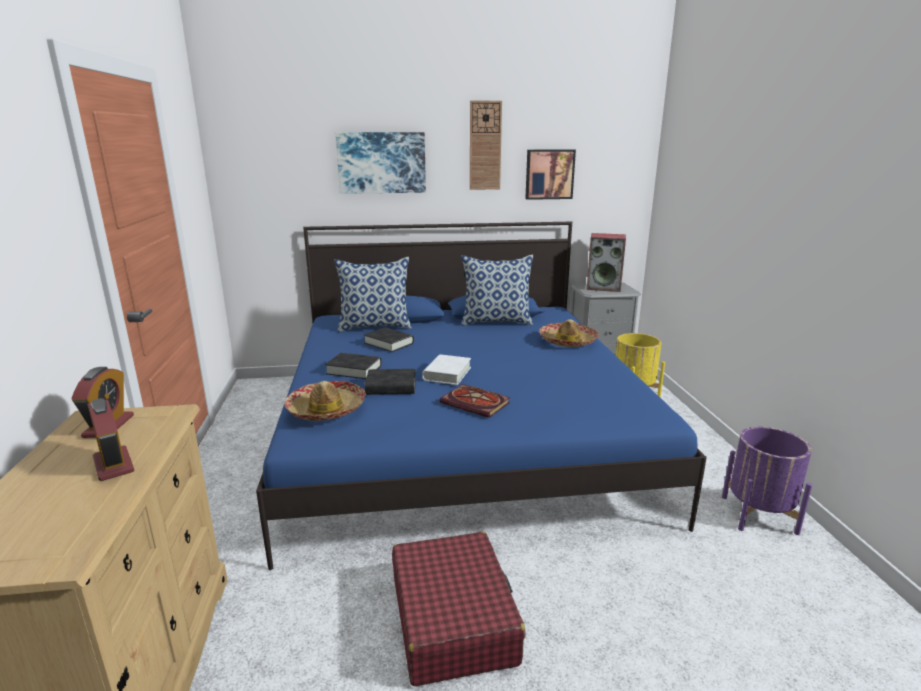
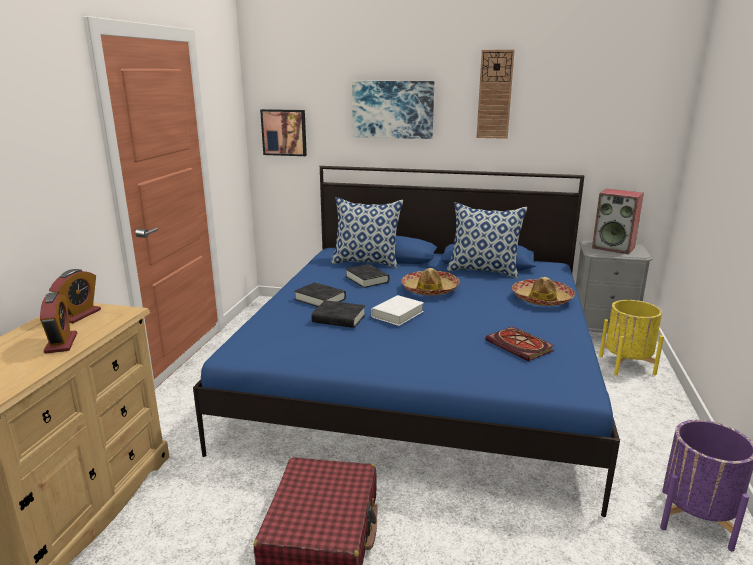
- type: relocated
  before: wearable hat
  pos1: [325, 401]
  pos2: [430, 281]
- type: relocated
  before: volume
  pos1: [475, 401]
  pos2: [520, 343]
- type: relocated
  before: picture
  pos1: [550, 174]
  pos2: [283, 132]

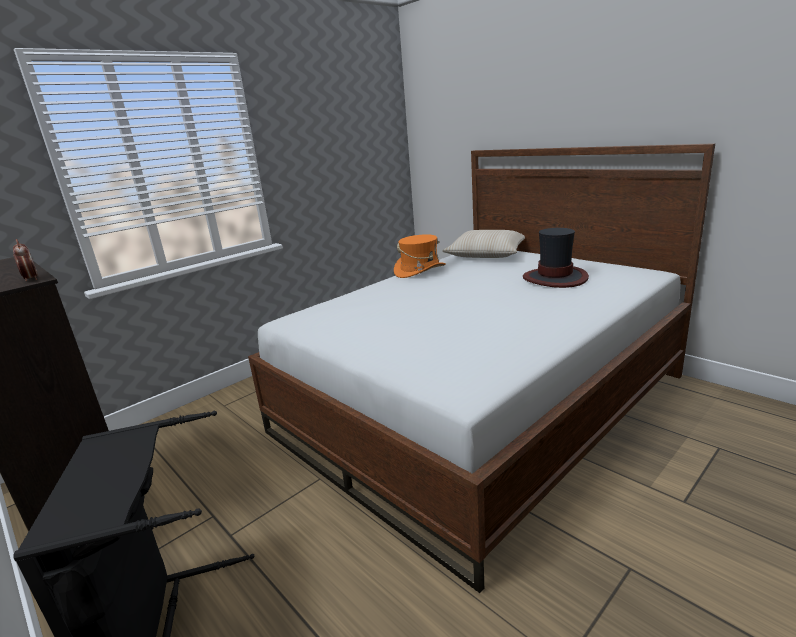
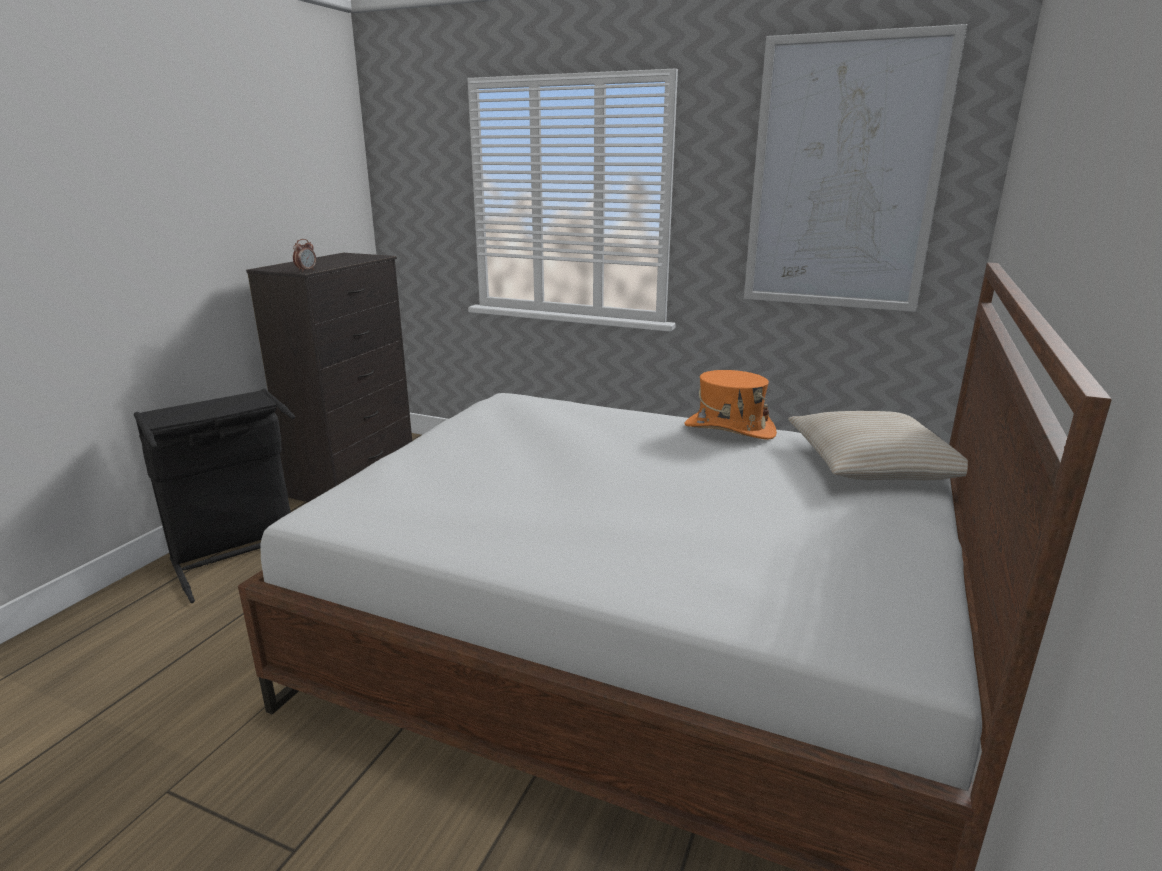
- type: missing
  before: wearable hat
  pos1: [556, 258]
- type: appeared
  after: picture
  pos2: [855, 168]

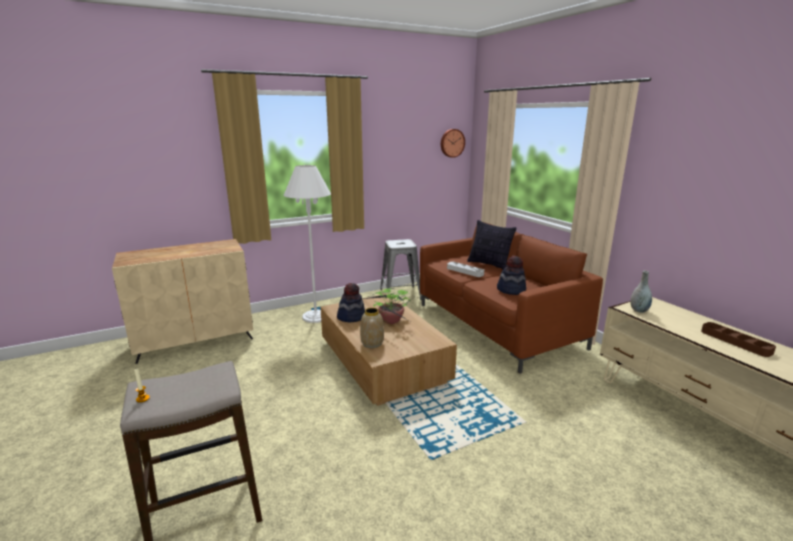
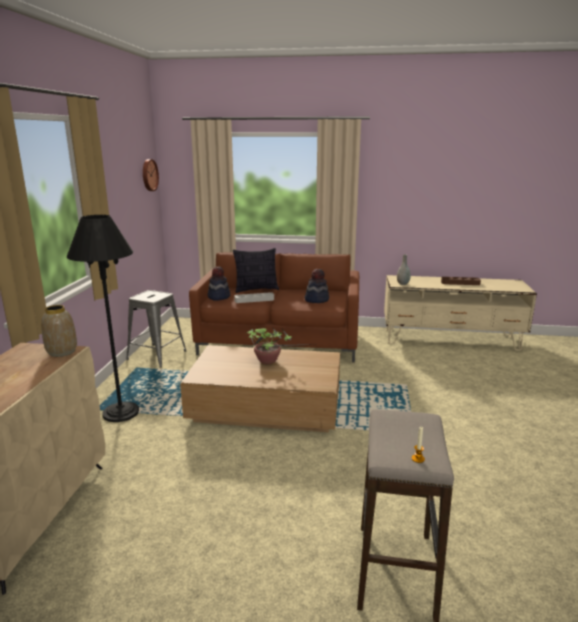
- type: relocated
  before: wearable hat
  pos1: [351, 302]
  pos2: [219, 283]
- type: relocated
  before: vase
  pos1: [372, 328]
  pos2: [59, 331]
- type: colour
  before: white standard lamp
  after: black-coloured standard lamp
  pos1: [307, 244]
  pos2: [103, 318]

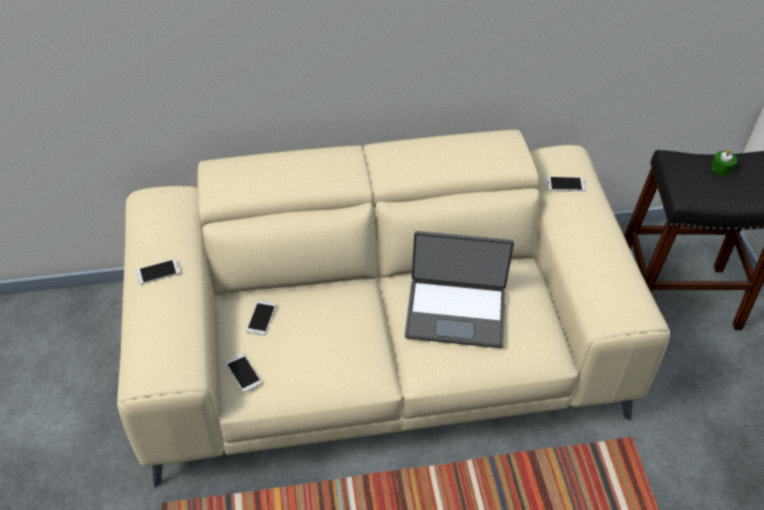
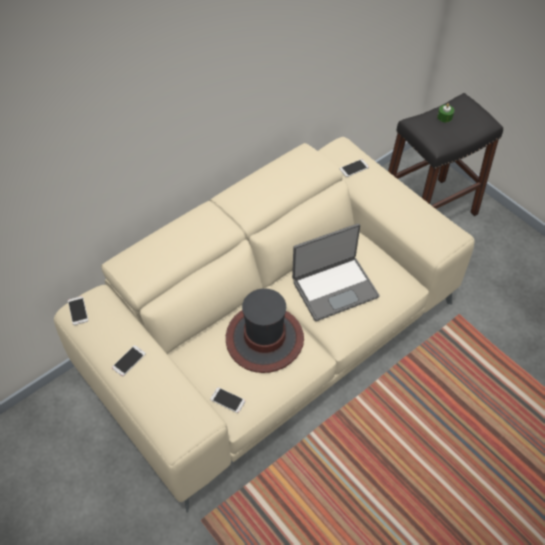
- type: appeared
  after: wearable hat
  pos2: [265, 330]
- type: relocated
  before: telephone
  pos1: [261, 317]
  pos2: [78, 310]

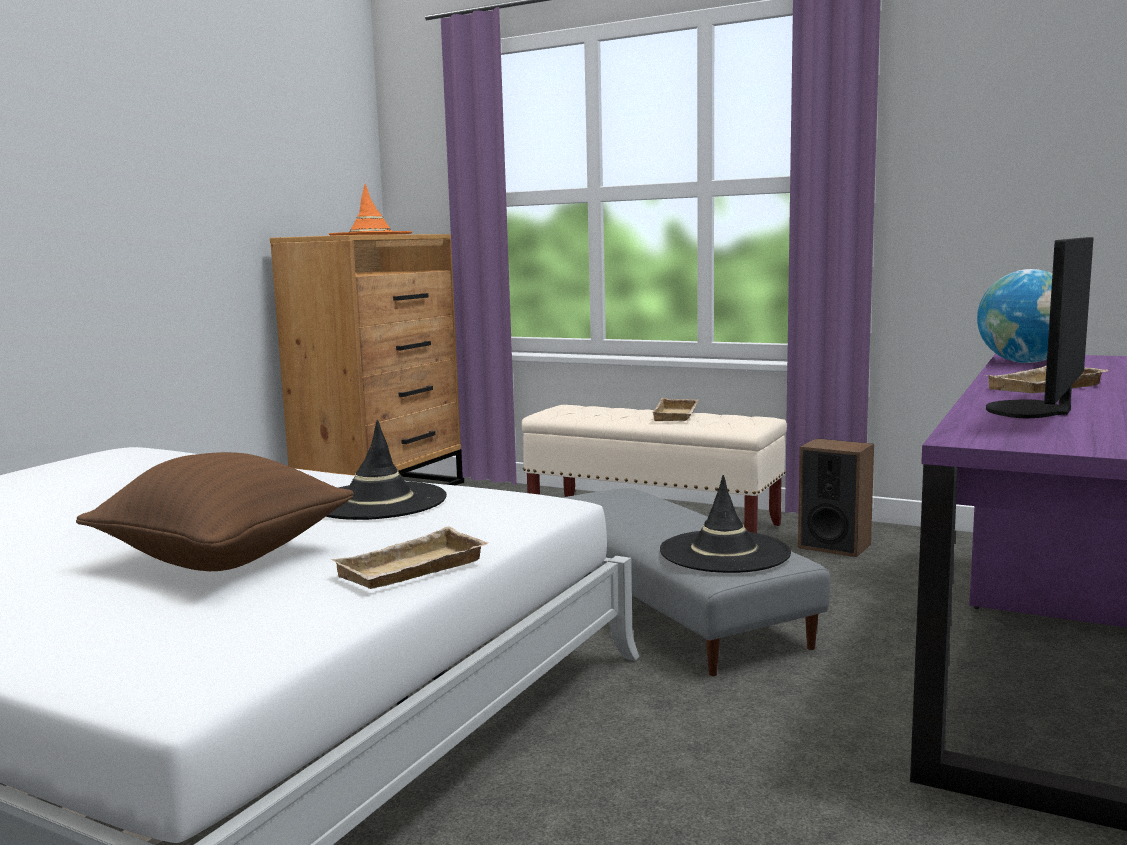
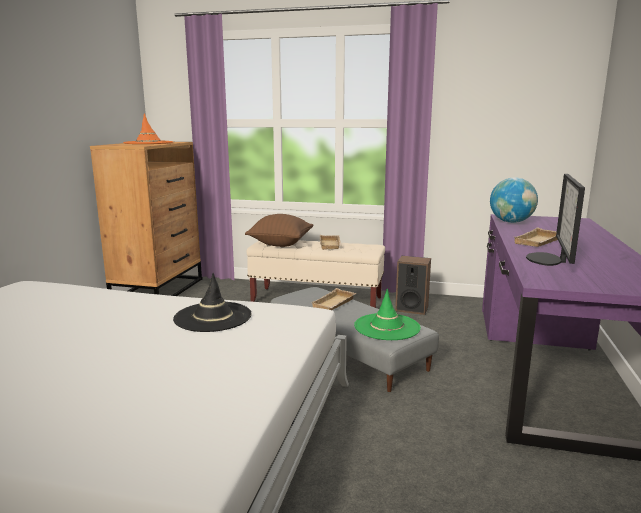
- type: relocated
  before: brown throw pillow
  pos1: [215, 511]
  pos2: [279, 230]
- type: relocated
  before: sand-coloured tray
  pos1: [409, 557]
  pos2: [334, 299]
- type: colour
  before: black-coloured wearable hat
  after: green wearable hat
  pos1: [725, 524]
  pos2: [387, 314]

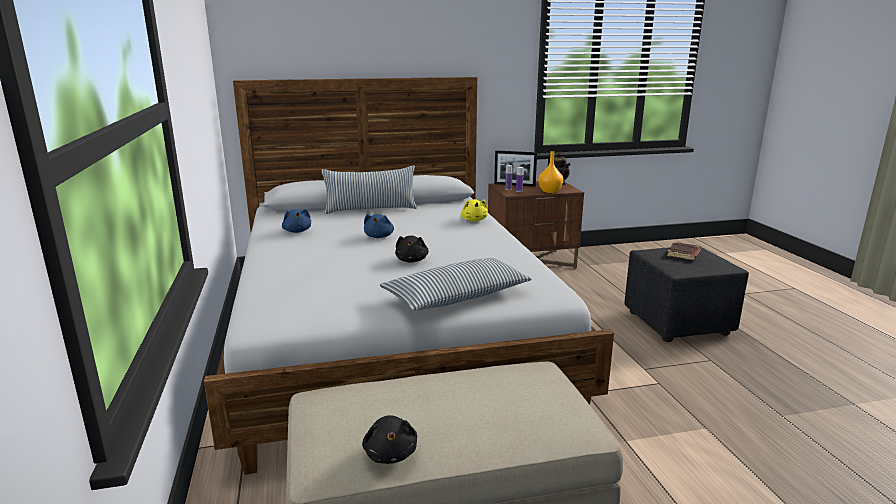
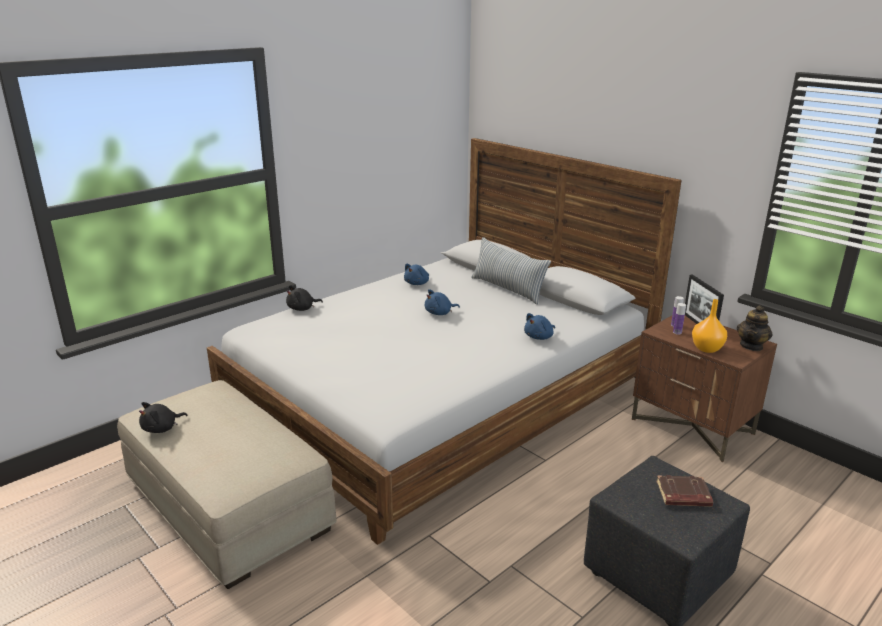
- type: missing
  before: throw pillow
  pos1: [456, 284]
- type: relocated
  before: black-coloured cuddly toy
  pos1: [412, 249]
  pos2: [304, 298]
- type: colour
  before: yellowish cuddly toy
  after: bluish cuddly toy
  pos1: [474, 210]
  pos2: [539, 326]

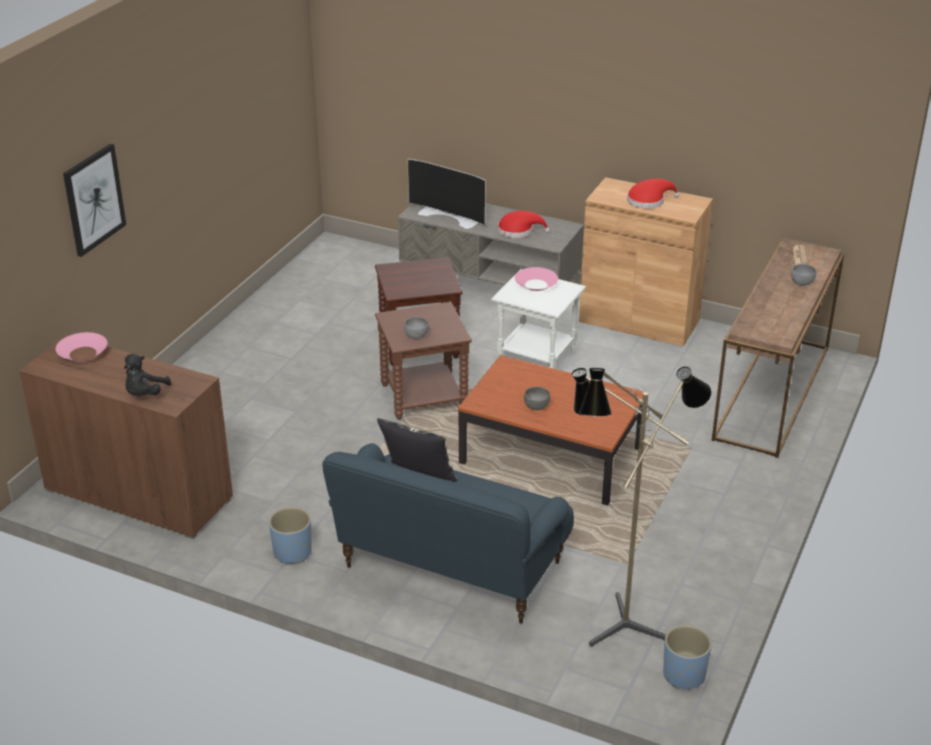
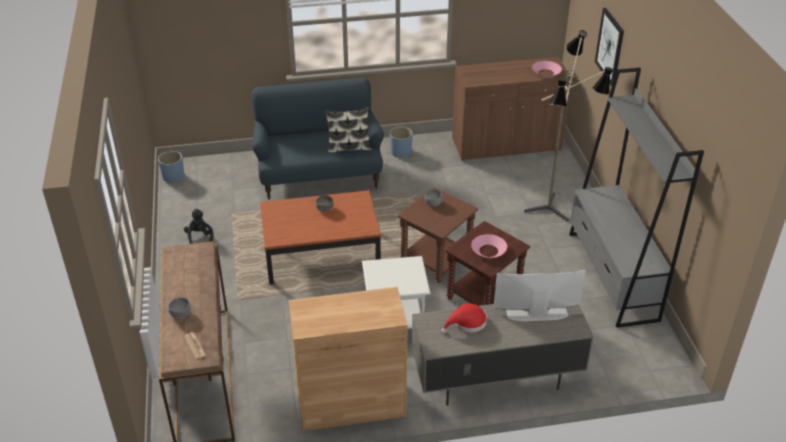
- type: missing
  before: red-coloured wearable hat
  pos1: [653, 194]
- type: appeared
  after: grey bookshelf
  pos2: [636, 197]
- type: relocated
  before: black-coloured cuddly toy
  pos1: [147, 375]
  pos2: [199, 226]
- type: relocated
  before: pinkish deep dish
  pos1: [536, 279]
  pos2: [489, 246]
- type: relocated
  before: standard lamp
  pos1: [642, 507]
  pos2: [568, 126]

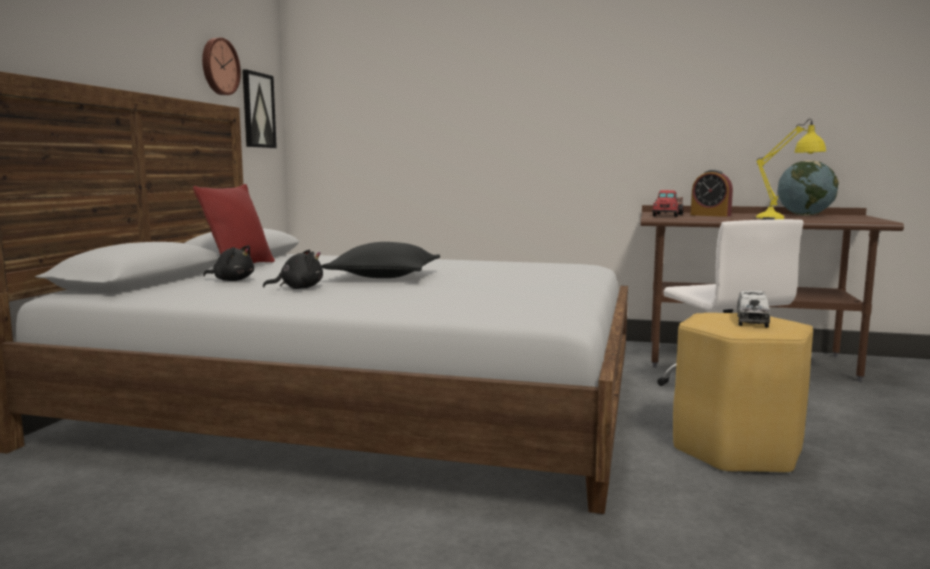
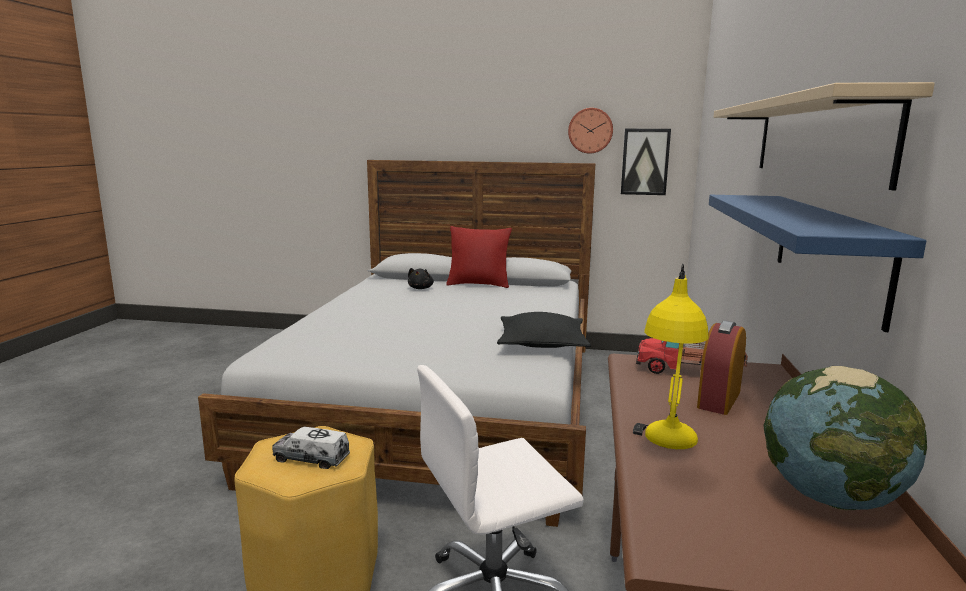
- type: missing
  before: black-coloured cuddly toy
  pos1: [293, 269]
- type: appeared
  after: bluish bracket shelf
  pos2: [817, 263]
- type: appeared
  after: sand-coloured bracket shelf
  pos2: [824, 136]
- type: relocated
  before: black-coloured throw pillow
  pos1: [380, 260]
  pos2: [544, 330]

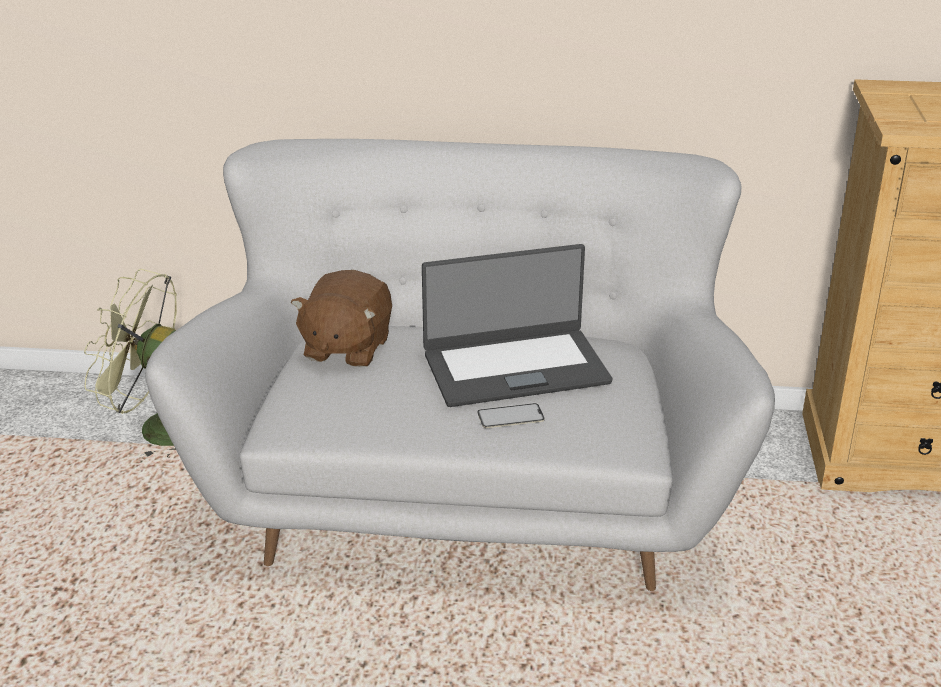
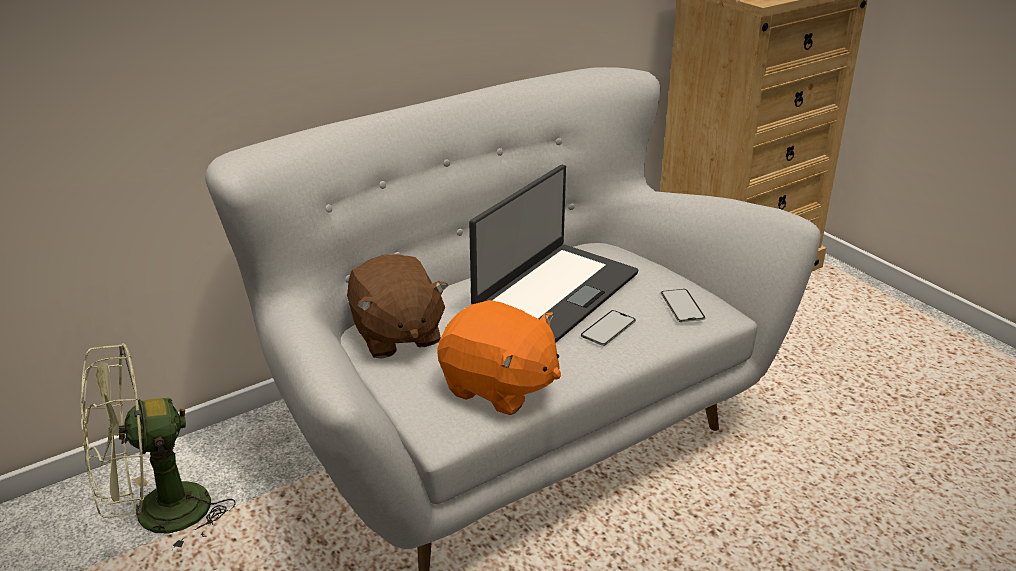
- type: appeared
  after: orange cuddly toy
  pos2: [499, 357]
- type: appeared
  after: telephone
  pos2: [683, 305]

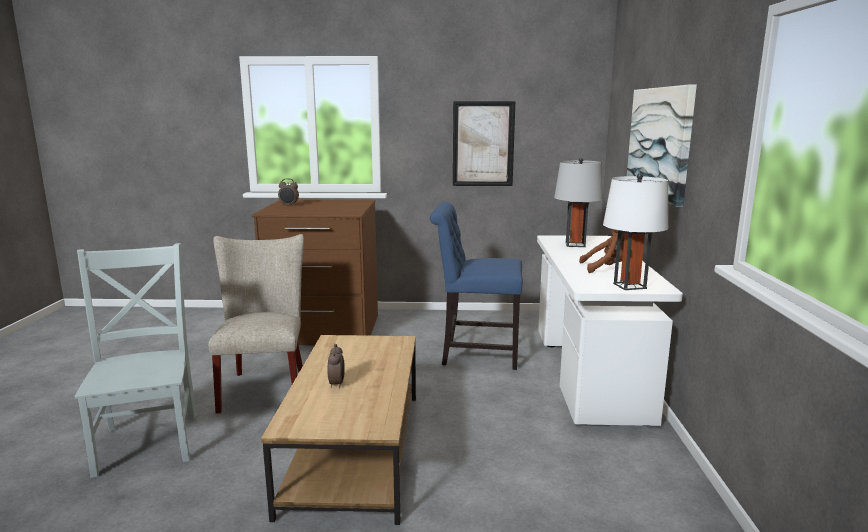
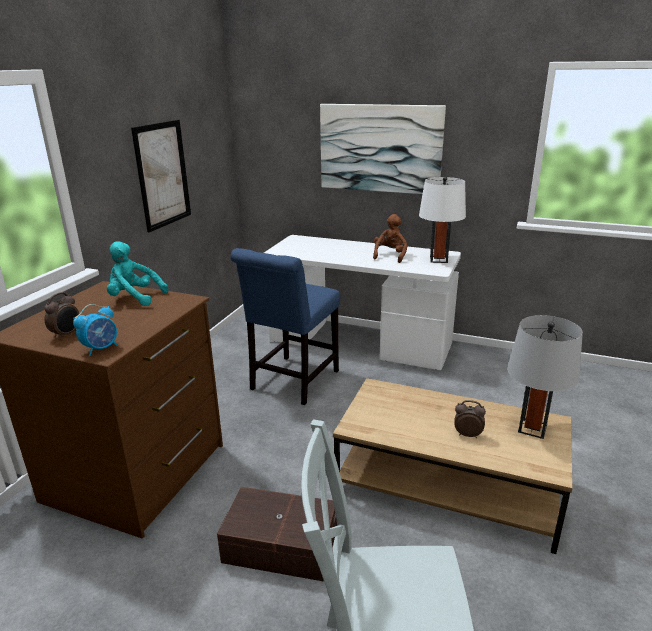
- type: appeared
  after: table clock
  pos2: [95, 330]
- type: appeared
  after: turquoise cuddly toy
  pos2: [137, 273]
- type: relocated
  before: grey lamp for a table
  pos1: [578, 202]
  pos2: [545, 377]
- type: exchanged
  before: sand-coloured chair
  after: brown storage box
  pos1: [256, 323]
  pos2: [277, 534]

